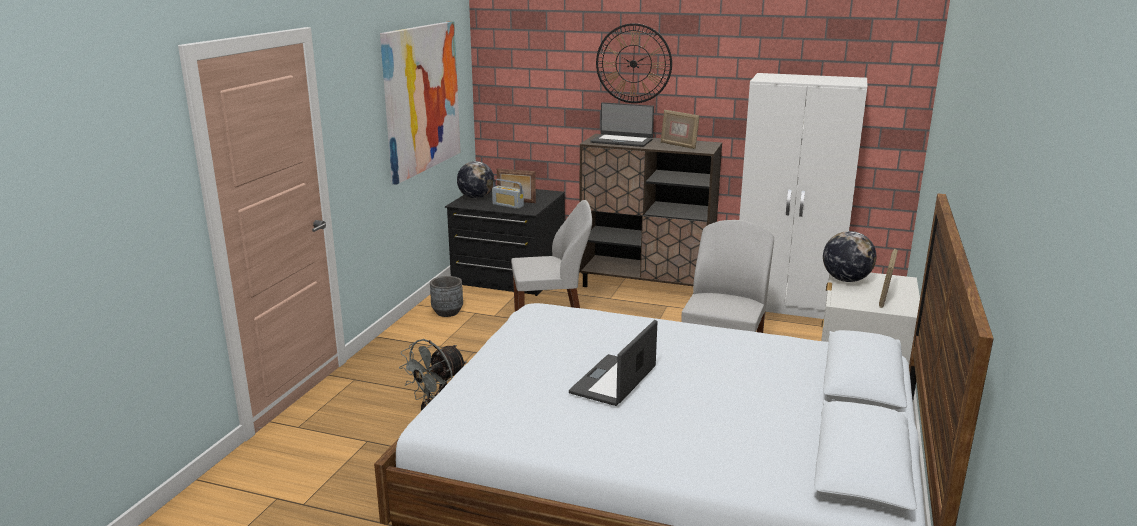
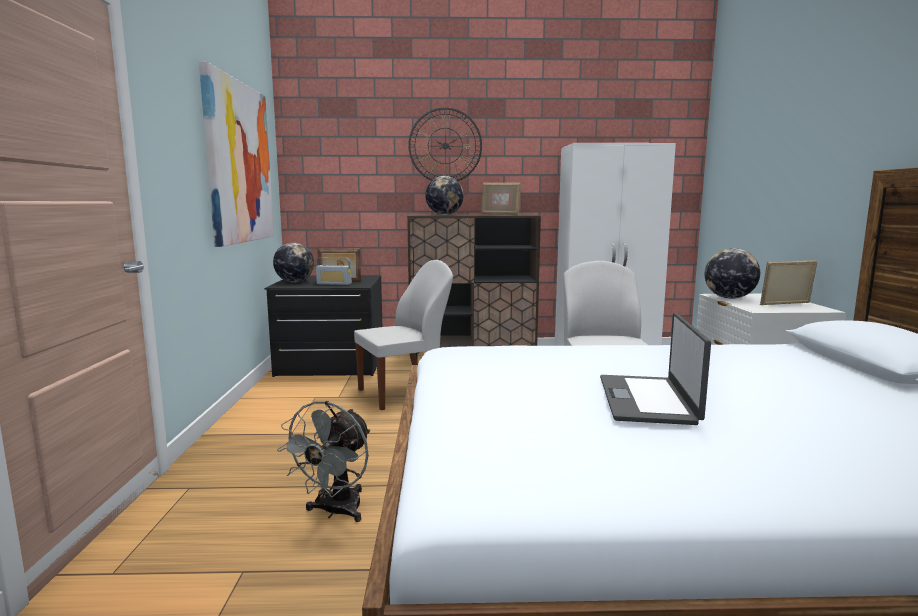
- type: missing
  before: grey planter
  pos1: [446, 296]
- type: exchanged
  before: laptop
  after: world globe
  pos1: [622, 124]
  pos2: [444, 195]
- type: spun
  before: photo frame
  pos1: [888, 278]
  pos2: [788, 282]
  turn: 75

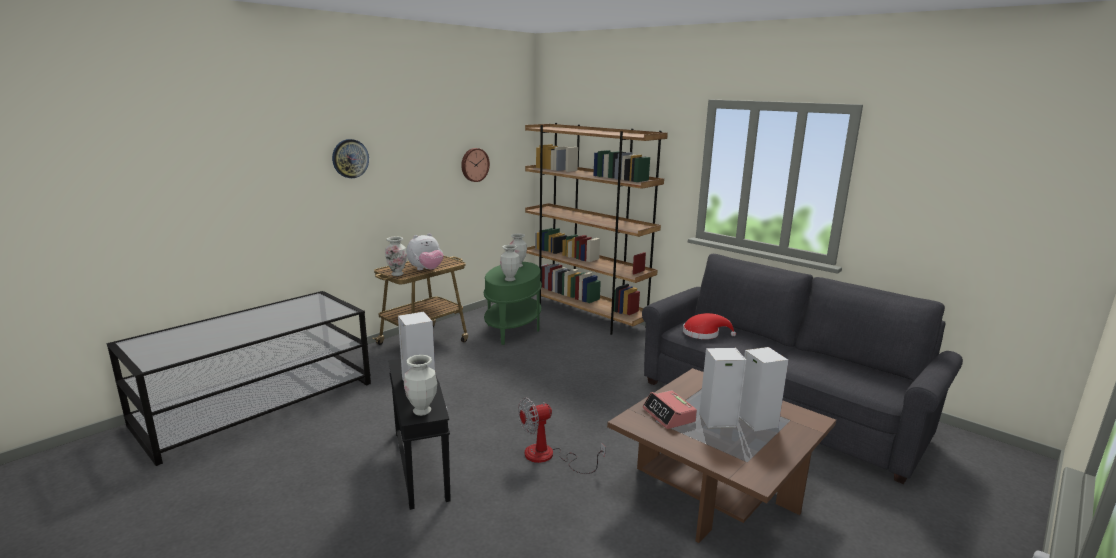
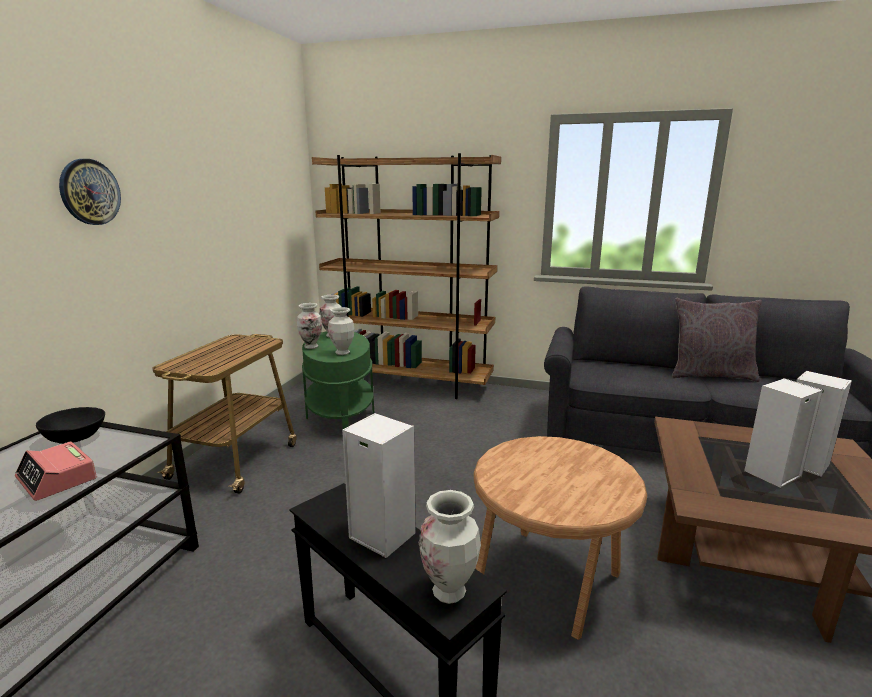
- type: missing
  before: cuddly toy
  pos1: [424, 251]
- type: missing
  before: hanging clock
  pos1: [475, 165]
- type: missing
  before: red-coloured wearable hat
  pos1: [709, 326]
- type: appeared
  after: black-coloured deep dish
  pos2: [70, 425]
- type: appeared
  after: grey throw pillow
  pos2: [717, 340]
- type: relocated
  before: vase
  pos1: [396, 256]
  pos2: [309, 326]
- type: relocated
  before: table clock
  pos1: [669, 409]
  pos2: [56, 471]
- type: exchanged
  before: cooling fan
  after: brown accent table
  pos1: [561, 435]
  pos2: [560, 538]

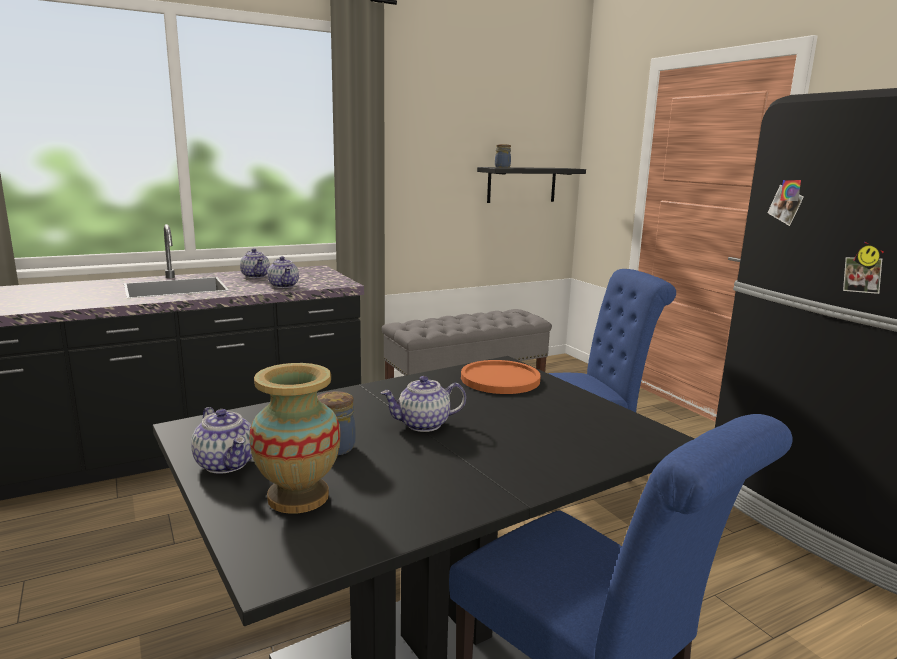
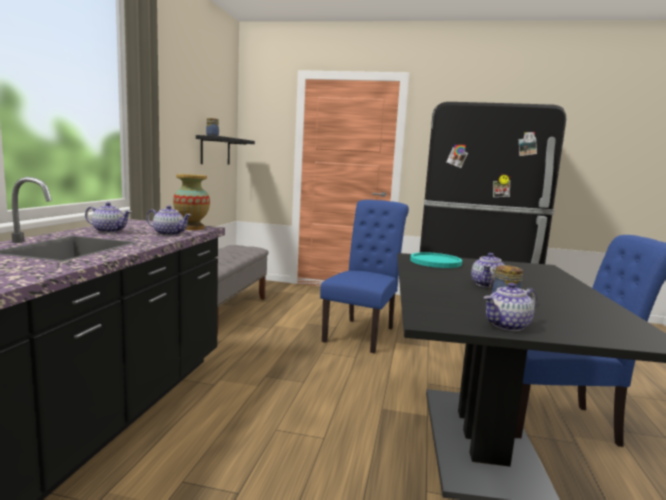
- type: relocated
  before: vase
  pos1: [295, 438]
  pos2: [191, 202]
- type: colour
  before: orange dinner plate
  after: turquoise dinner plate
  pos1: [501, 377]
  pos2: [436, 260]
- type: spun
  before: teapot
  pos1: [221, 440]
  pos2: [510, 307]
  turn: 150

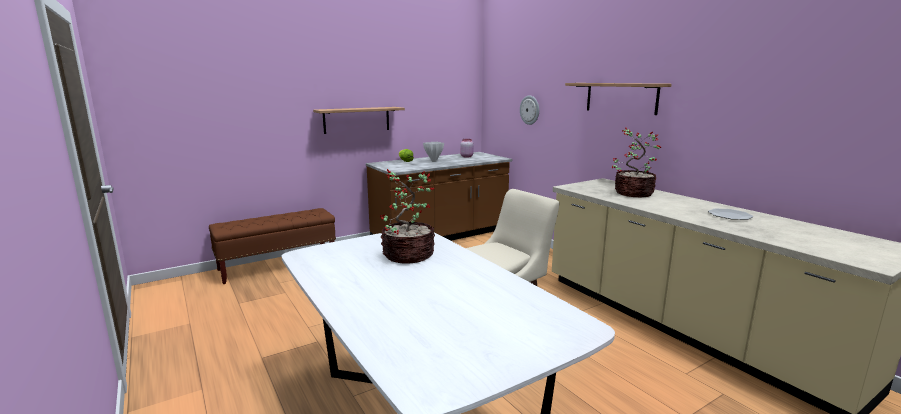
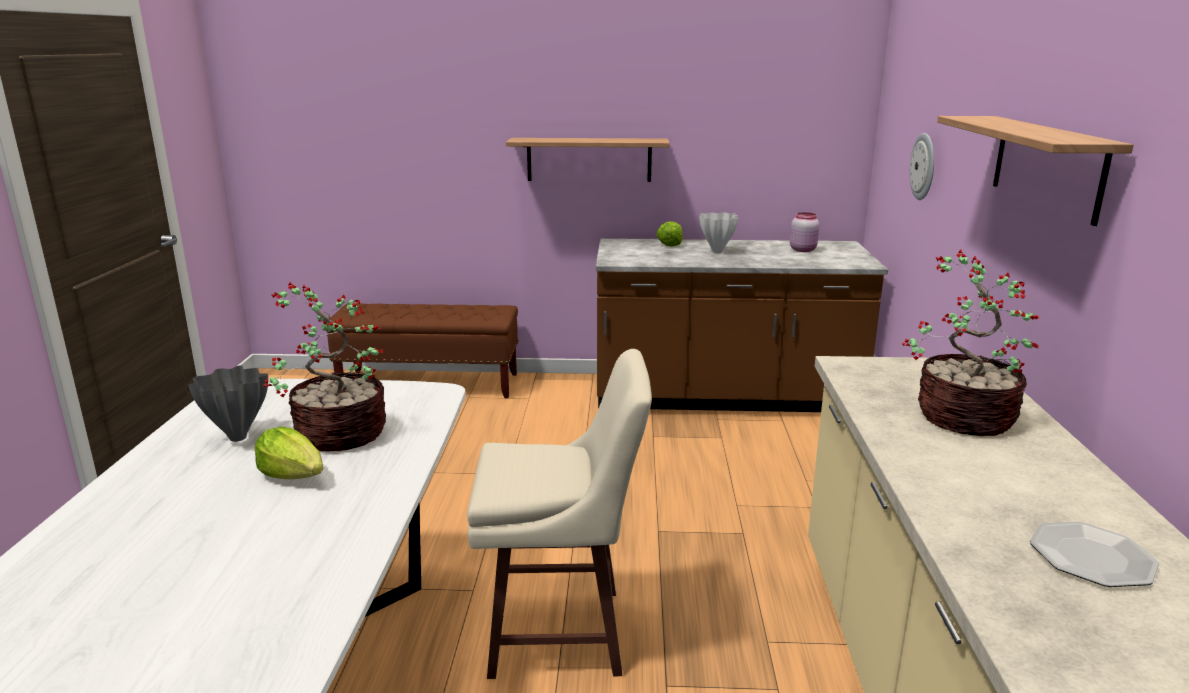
- type: appeared
  after: grey vase
  pos2: [228, 403]
- type: appeared
  after: head of lettuce
  pos2: [289, 452]

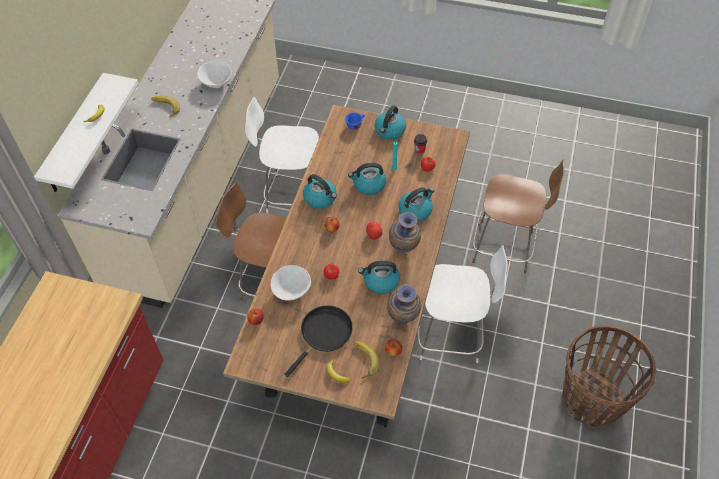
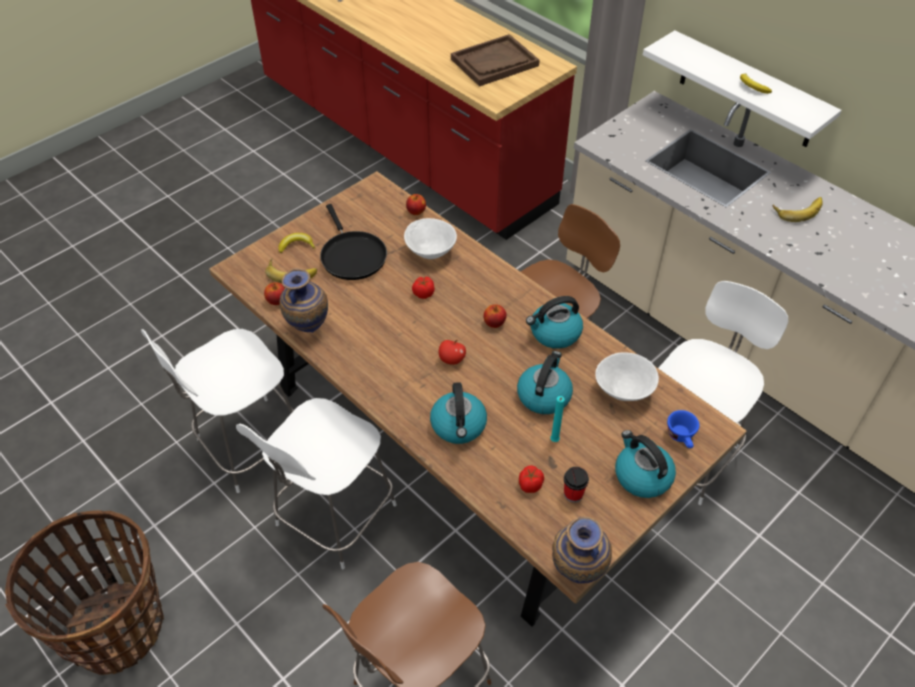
- type: missing
  before: tea kettle
  pos1: [379, 277]
- type: appeared
  after: white chair
  pos2: [217, 411]
- type: appeared
  after: brown tray
  pos2: [495, 60]
- type: relocated
  before: white deep dish
  pos1: [214, 74]
  pos2: [627, 376]
- type: relocated
  before: vase
  pos1: [405, 232]
  pos2: [582, 550]

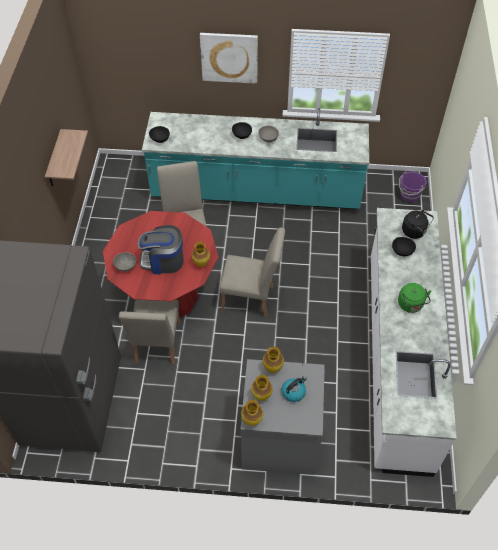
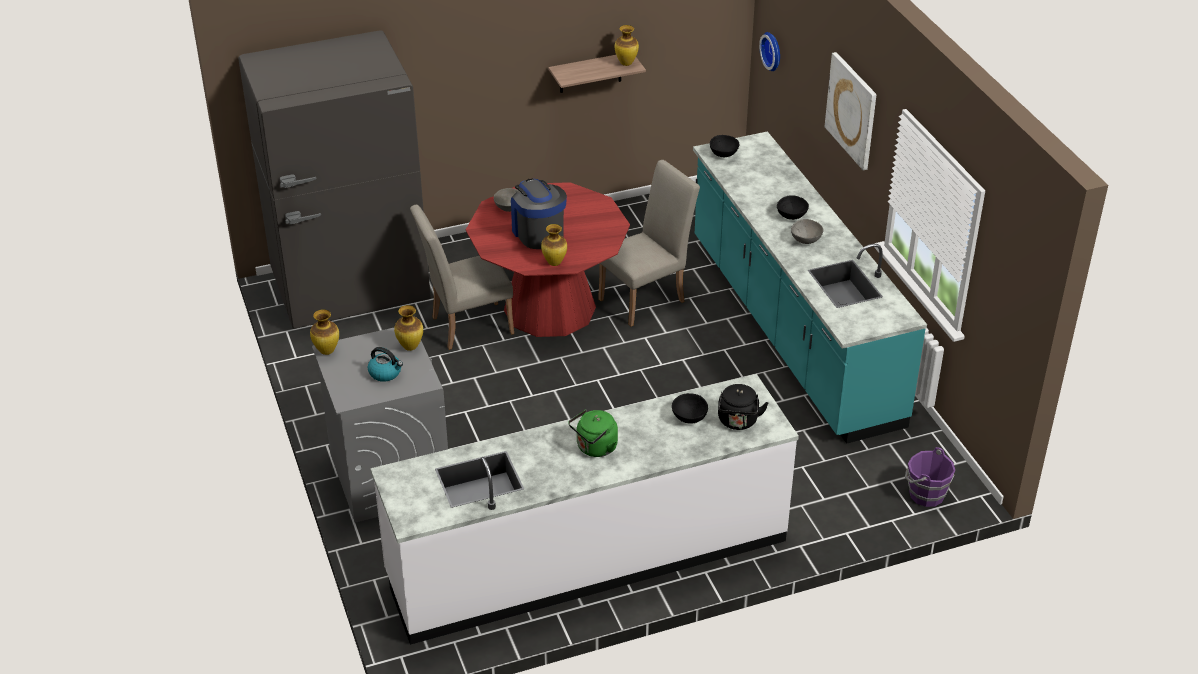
- type: missing
  before: sand-coloured chair
  pos1: [252, 272]
- type: appeared
  after: hanging clock
  pos2: [769, 51]
- type: relocated
  before: vase
  pos1: [262, 388]
  pos2: [627, 45]

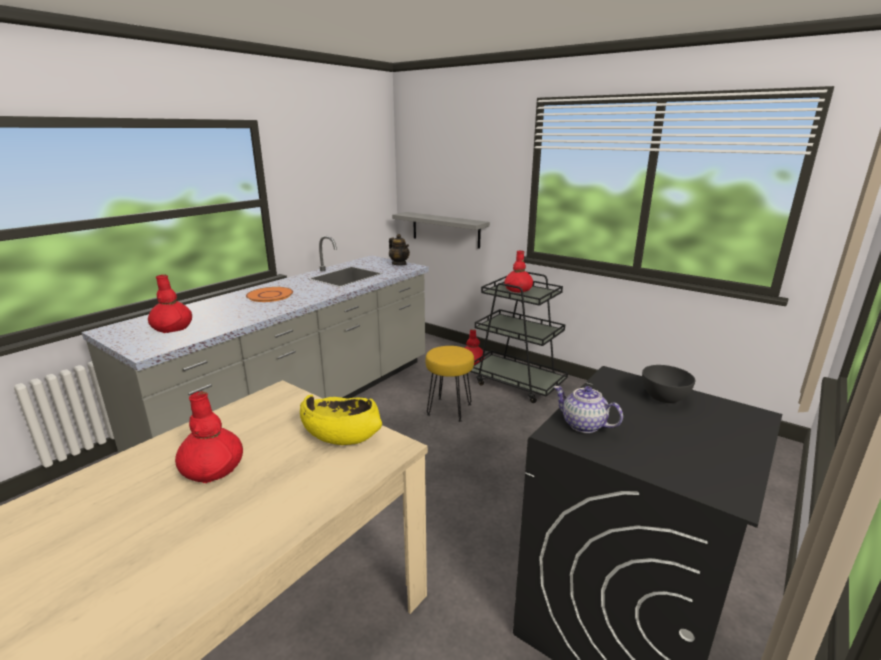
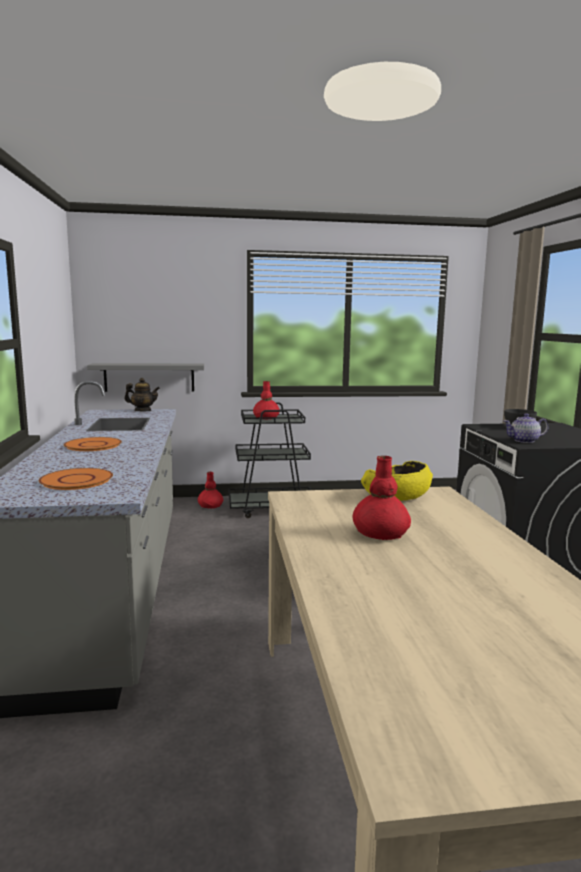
- type: missing
  before: yellowish stool seat
  pos1: [450, 384]
- type: exchanged
  before: red-coloured vase
  after: orange dinner plate
  pos1: [170, 304]
  pos2: [76, 479]

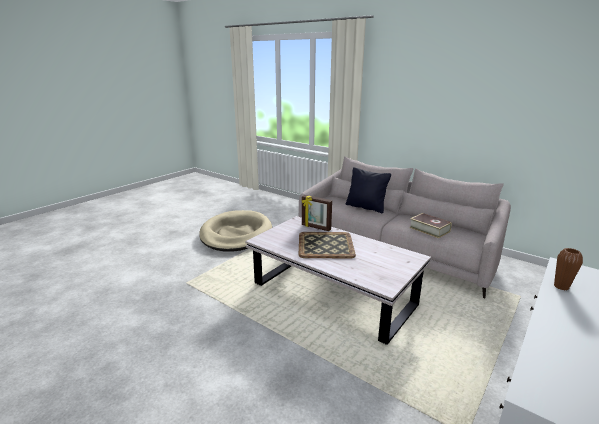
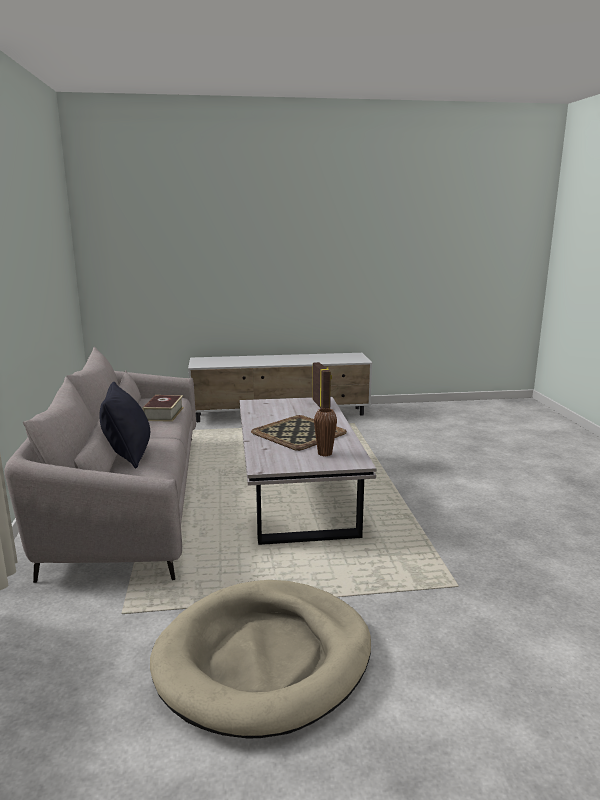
- type: relocated
  before: photo frame
  pos1: [316, 213]
  pos2: [322, 385]
- type: relocated
  before: brown vase
  pos1: [568, 269]
  pos2: [325, 432]

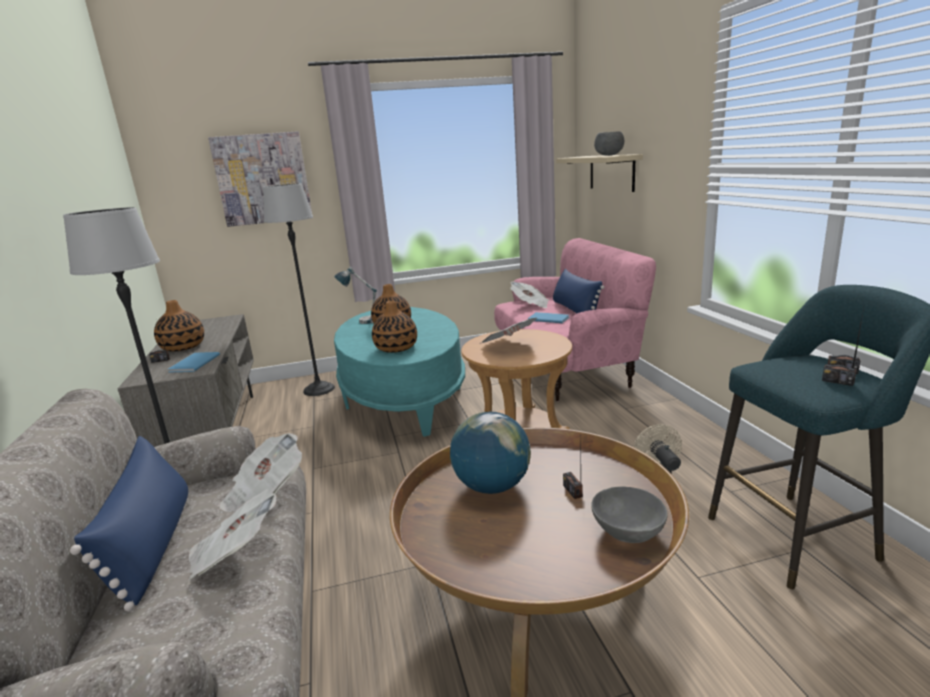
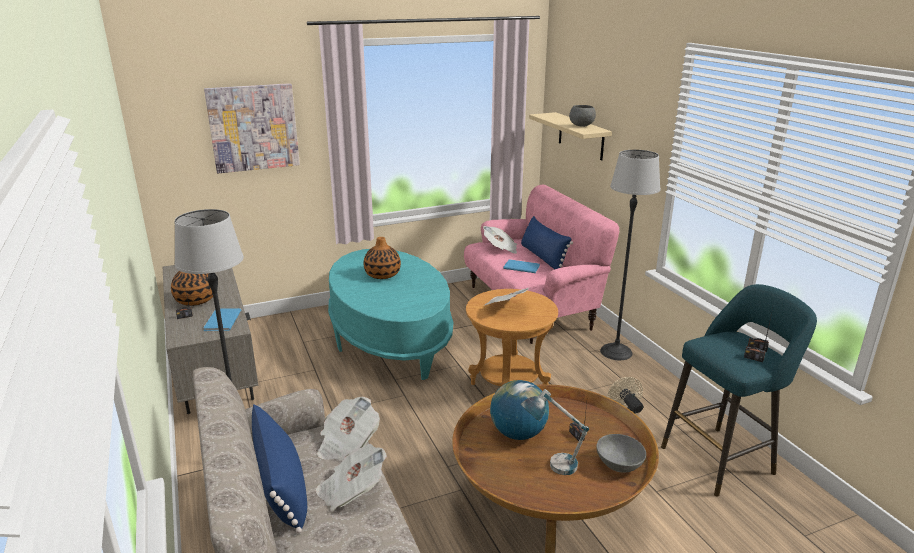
- type: missing
  before: vase
  pos1: [394, 327]
- type: relocated
  before: standard lamp
  pos1: [299, 289]
  pos2: [630, 255]
- type: relocated
  before: lamp for a table
  pos1: [355, 295]
  pos2: [555, 432]

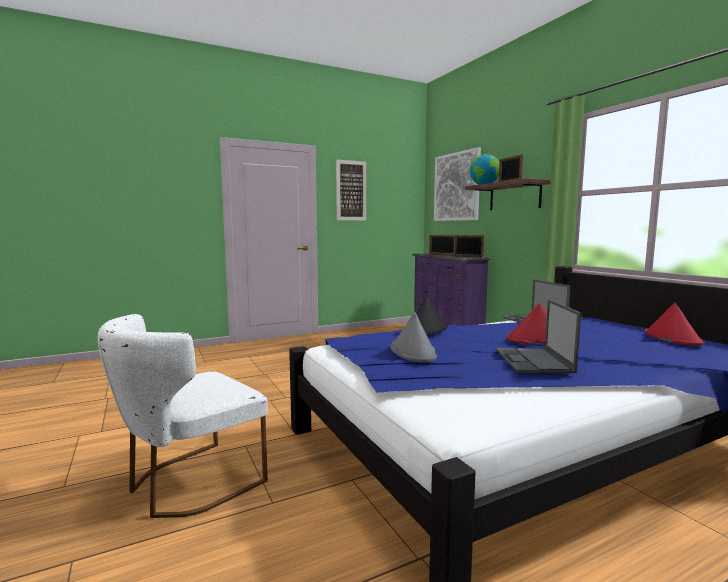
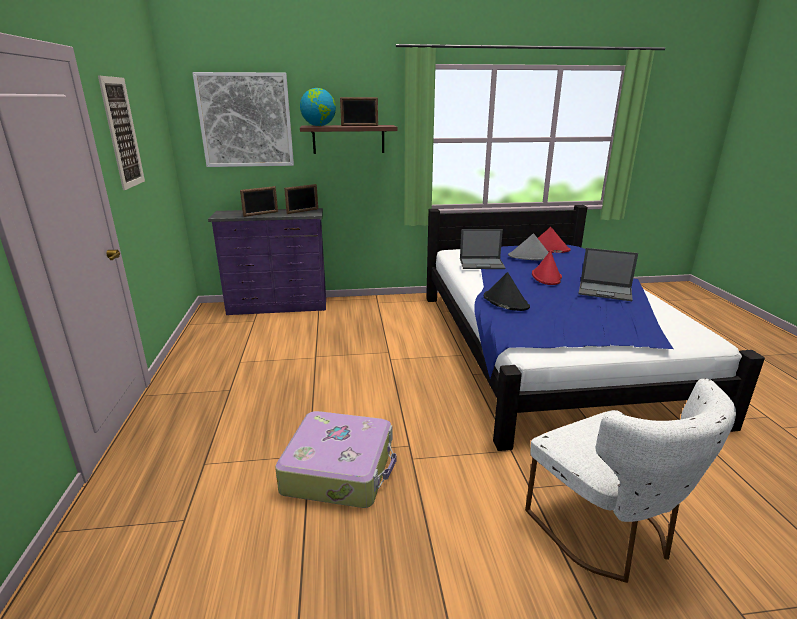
- type: appeared
  after: travel case
  pos2: [336, 459]
- type: relocated
  before: grey wearable hat
  pos1: [413, 337]
  pos2: [528, 246]

